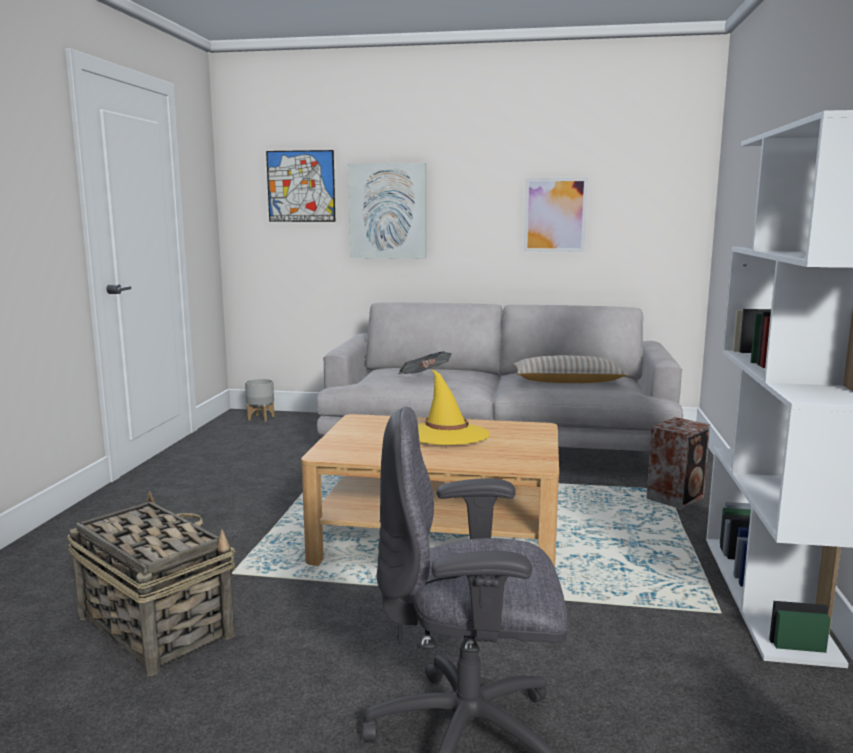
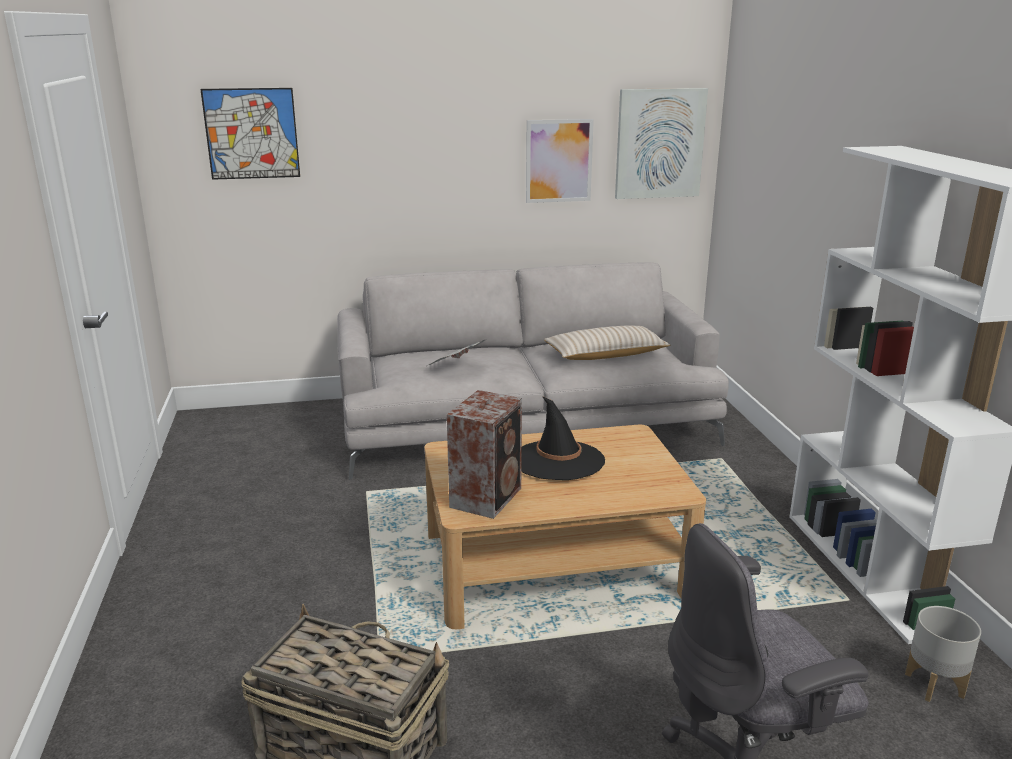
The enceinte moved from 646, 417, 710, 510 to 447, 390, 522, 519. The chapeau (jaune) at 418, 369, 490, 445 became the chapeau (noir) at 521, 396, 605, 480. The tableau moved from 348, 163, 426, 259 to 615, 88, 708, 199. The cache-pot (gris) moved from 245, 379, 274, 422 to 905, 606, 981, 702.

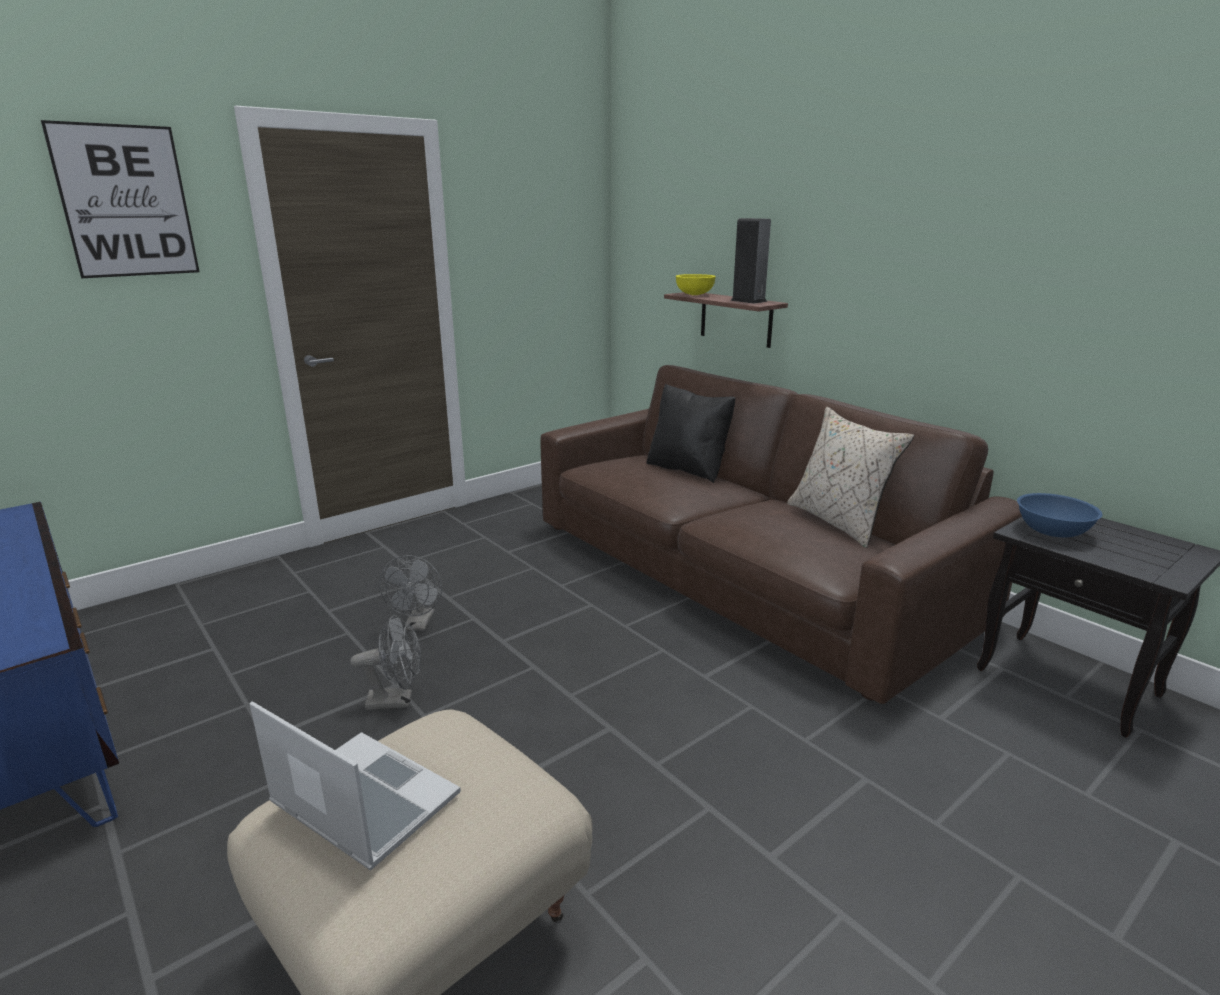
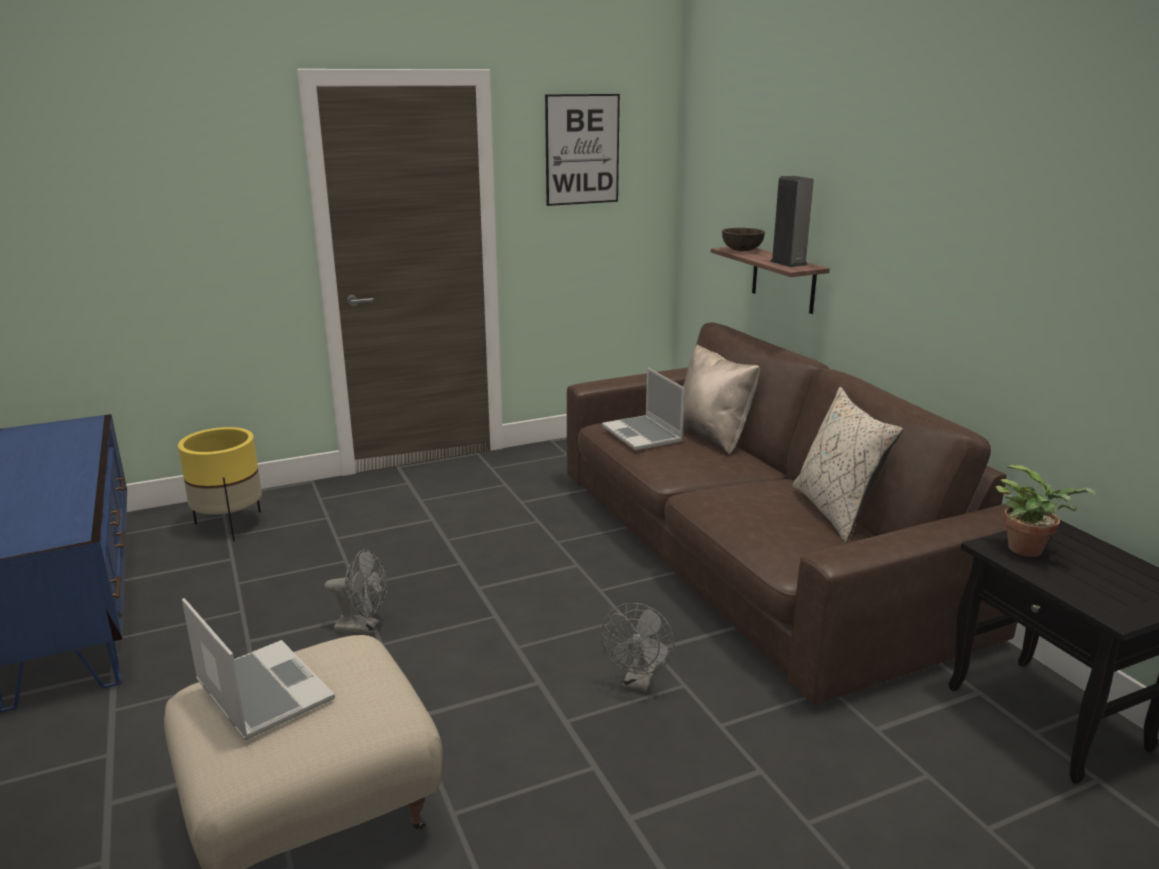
The cache-pot (jaune) at 178, 427, 262, 541 appeared. The tableau moved from 41, 120, 200, 278 to 545, 94, 620, 206. The ventilateur (gris) moved from 379, 555, 442, 631 to 601, 603, 674, 692. The ordinateur portable at 602, 367, 685, 451 appeared. The coussin (noir) at 646, 384, 736, 483 became the coussin (beige) at 683, 344, 760, 455. The bol (jaune) at 676, 274, 716, 295 became the bol (marron) at 722, 228, 765, 251. The bol (bleu) at 1017, 493, 1103, 538 was replaced by the plante en pot at 996, 465, 1095, 557.

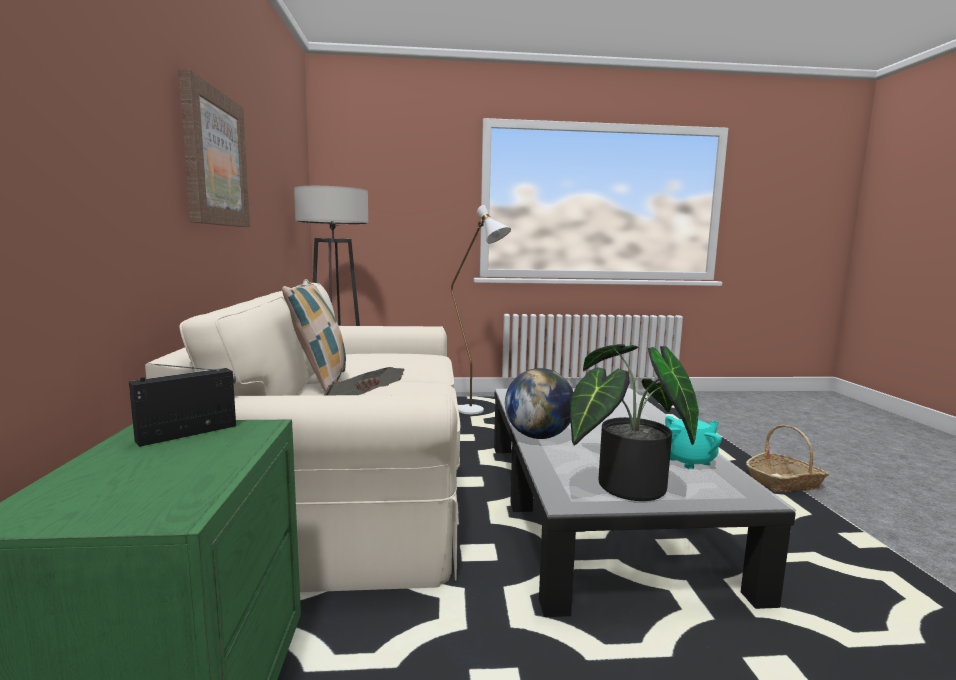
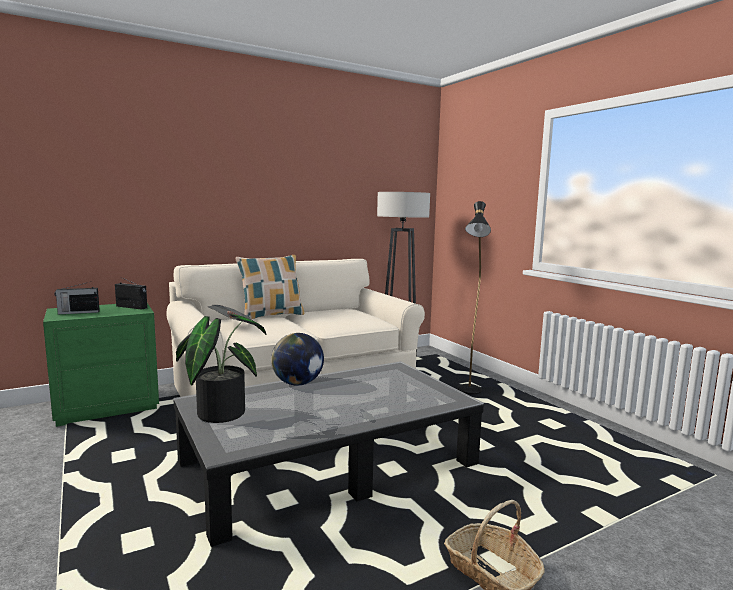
The radio at 54, 283, 100, 314 appeared. The lampadaire (blanc) at 451, 205, 511, 414 became the lampadaire (noir) at 457, 201, 491, 395. The tableau at 178, 69, 250, 227 disappeared. The théière (turquoise) at 665, 416, 722, 469 disappeared.

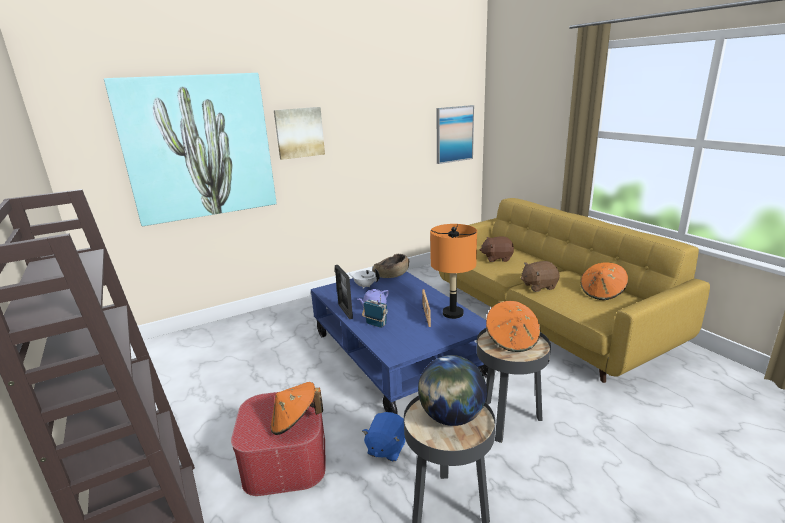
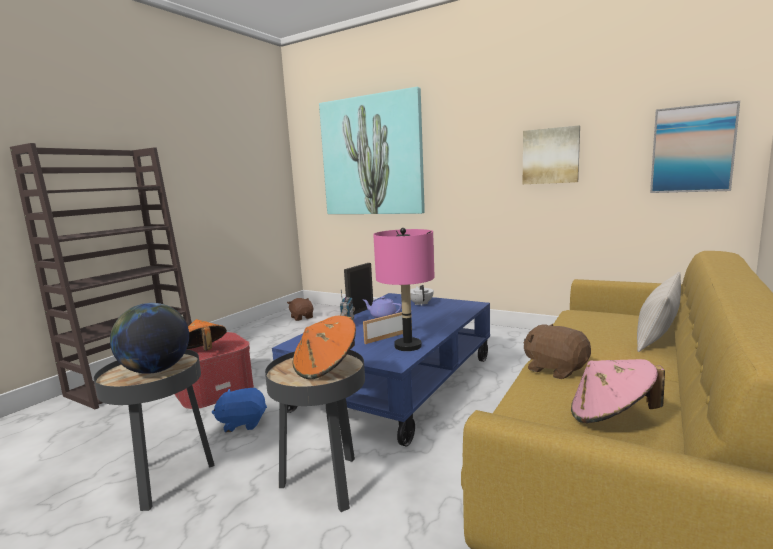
The peluche (marron) moved from 480, 237, 514, 262 to 287, 298, 313, 321. The lampe de table (orange) at 430, 224, 477, 319 became the lampe de table (rose) at 373, 228, 435, 351. The tableau moved from 274, 107, 325, 160 to 523, 125, 580, 184. The chapeau (orange) at 581, 262, 628, 300 became the chapeau (rose) at 571, 359, 665, 423. The coussin (beige) at 637, 272, 681, 352 appeared. The bol (marron) at 372, 254, 409, 278 disappeared.

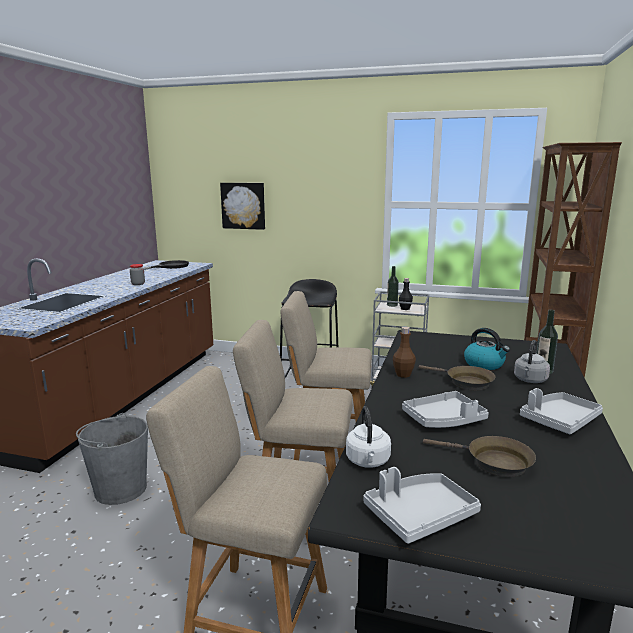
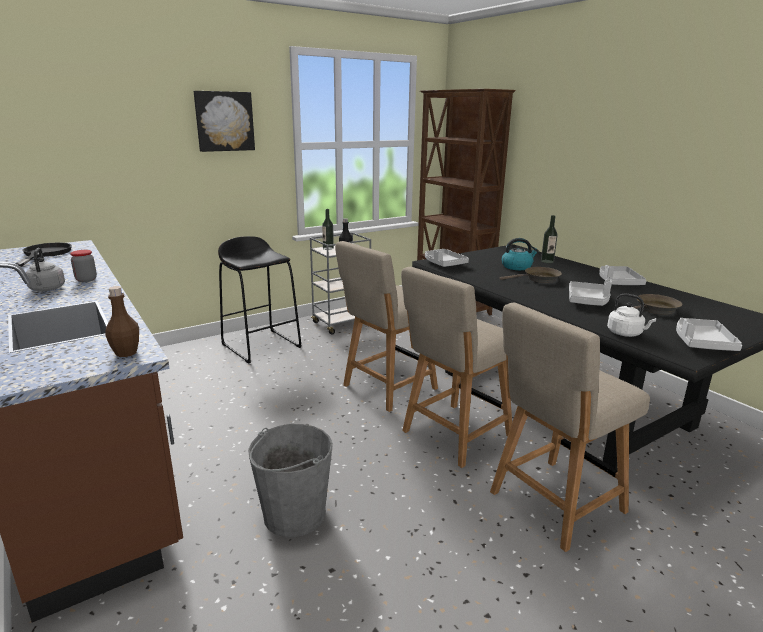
The bouilloire (gris) moved from 514, 340, 550, 383 to 25, 248, 65, 291. The bouteille (marron) moved from 393, 327, 416, 378 to 106, 286, 139, 357. The tableau moved from 220, 183, 265, 230 to 194, 91, 255, 152. The plateau (gris) at 425, 249, 469, 267 appeared.

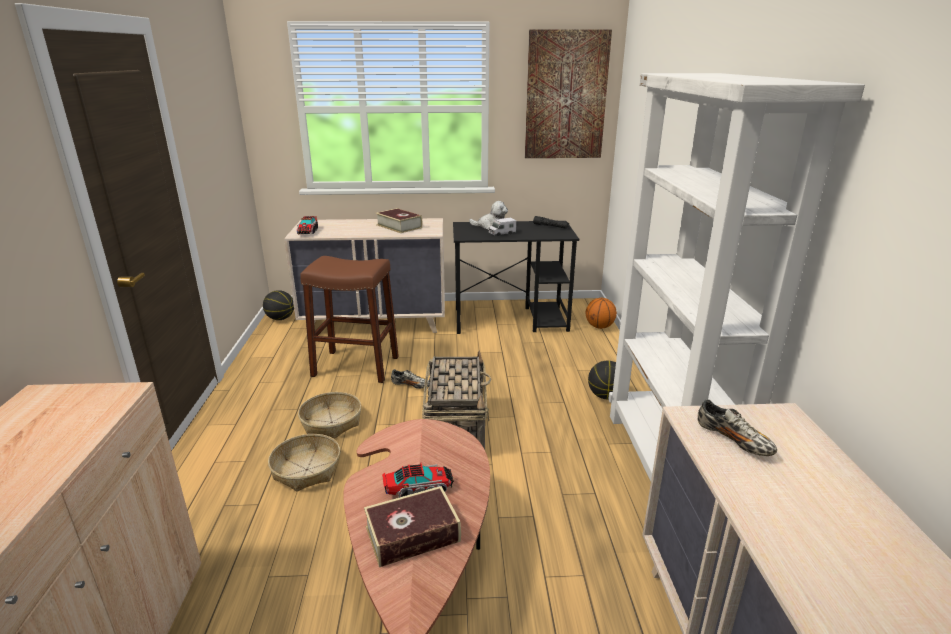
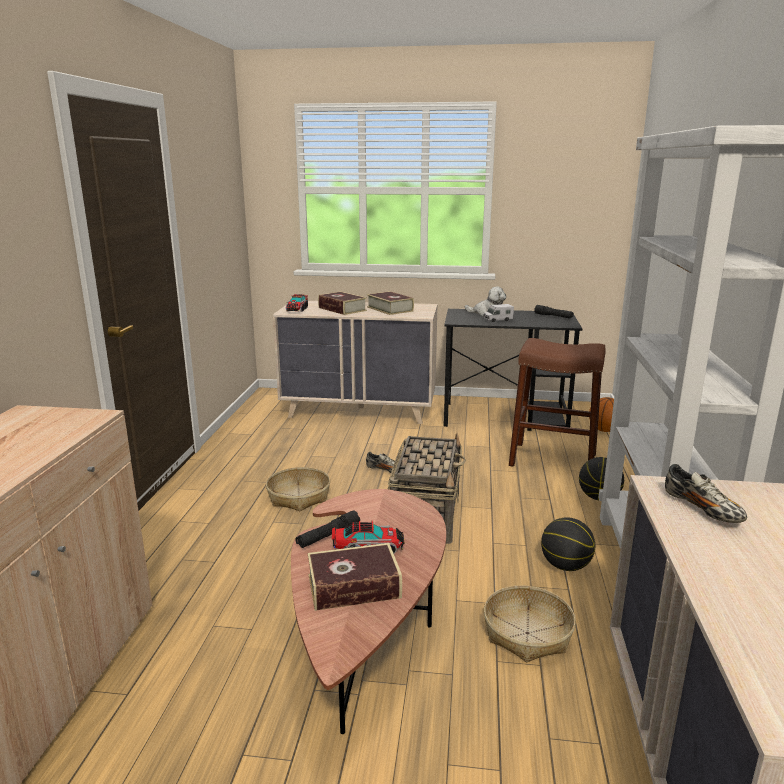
The lampe de poche (noir) at 295, 510, 360, 548 appeared. The livre at 318, 292, 367, 315 appeared. The panier moved from 268, 434, 340, 492 to 484, 585, 576, 662. The tabouret (marron) moved from 300, 256, 399, 383 to 509, 338, 606, 467. The ballon de basket moved from 263, 290, 294, 320 to 541, 517, 595, 571. The tableau at 525, 29, 612, 158 disappeared.

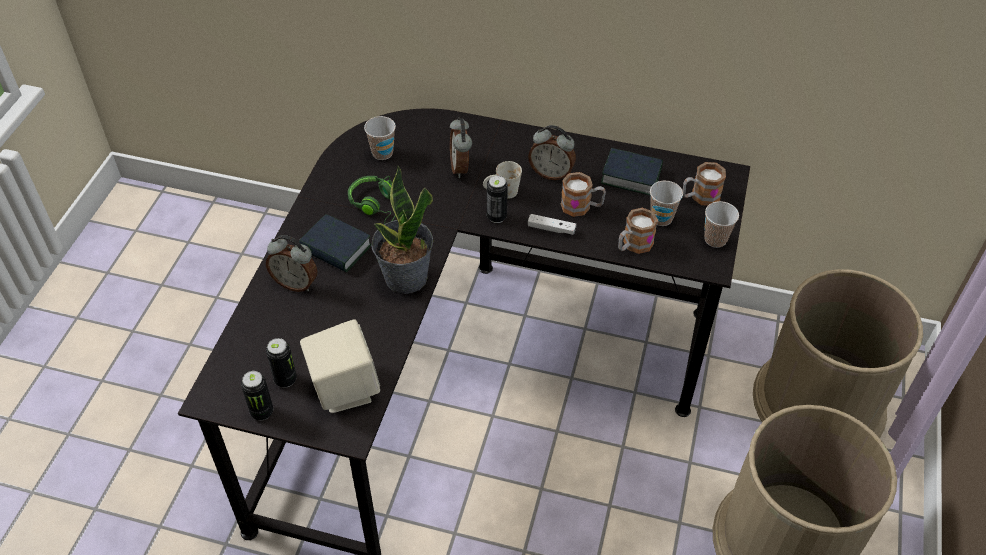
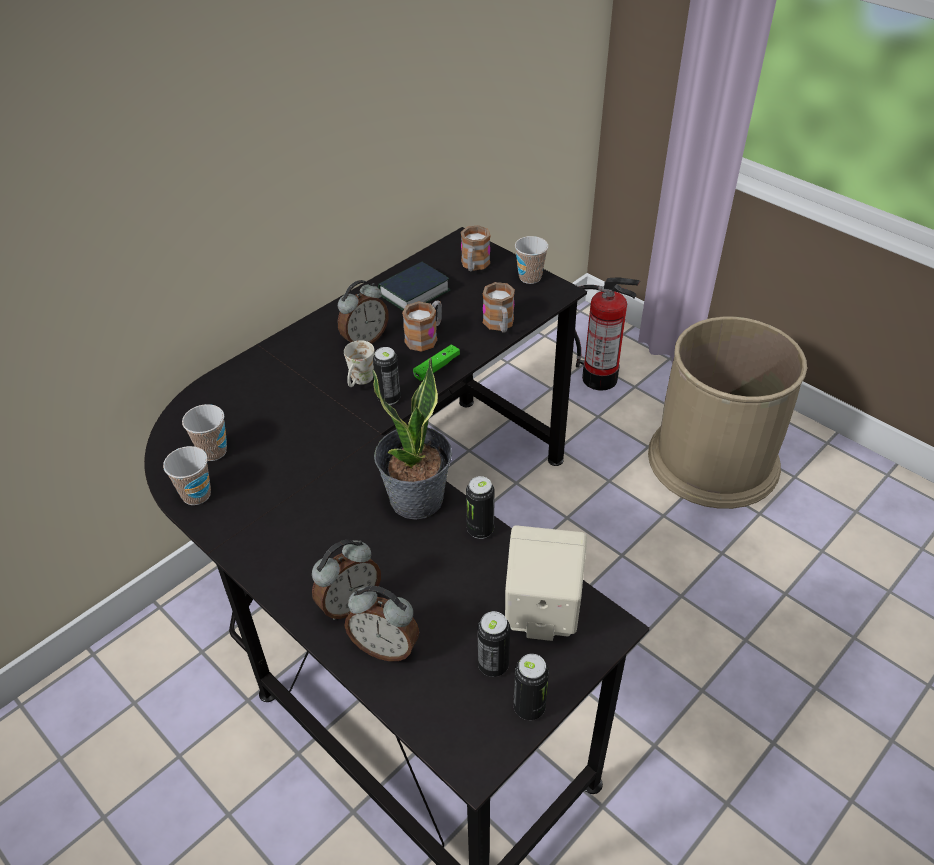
The tasse moved from 650, 181, 683, 226 to 163, 446, 211, 505. The réveil moved from 450, 117, 472, 178 to 345, 586, 419, 661. The manette (blanc) at 528, 214, 576, 235 became the manette (vert) at 413, 344, 460, 381. The boîte métallique at 466, 476, 495, 539 appeared. The poubelle (marron) at 753, 269, 923, 438 was replaced by the extincteur at 574, 277, 640, 391. The livre at 299, 214, 371, 273 disappeared. The casque audio (vert) at 348, 176, 396, 224 disappeared.

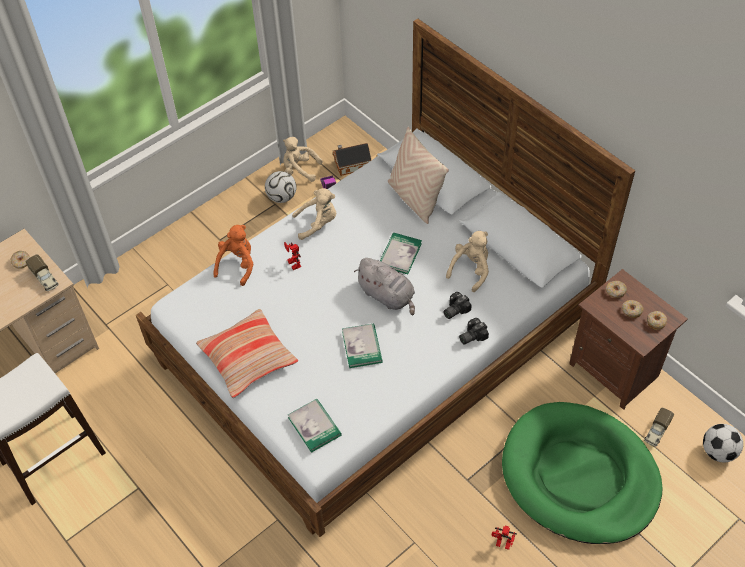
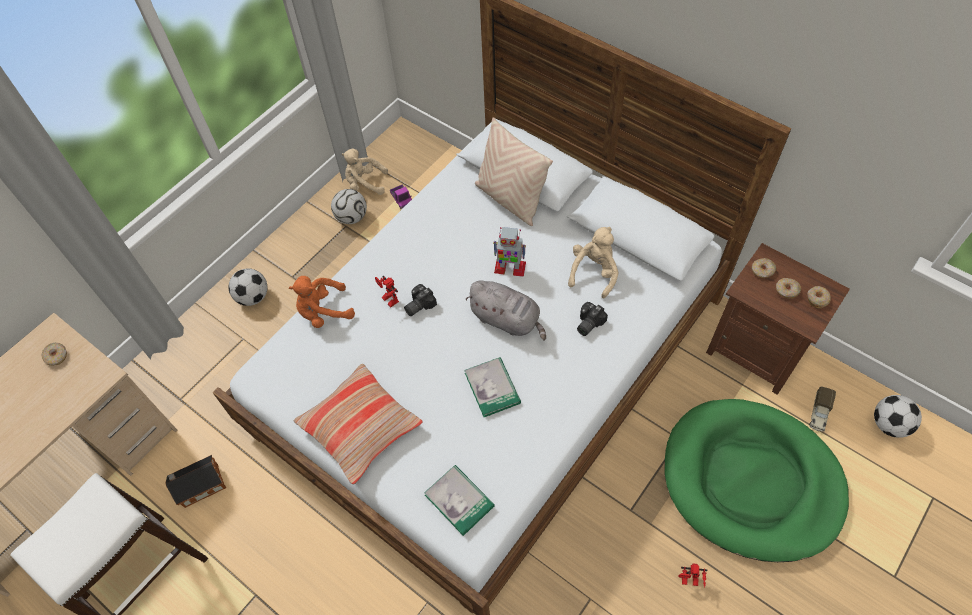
The maison miniature moved from 333, 143, 371, 176 to 165, 455, 226, 508. The ballon de foot at 229, 269, 267, 306 appeared. The peluche (orange) at 213, 225, 253, 286 turned 120 degrees counterclockwise. The appareil photo moved from 459, 318, 489, 344 to 404, 284, 437, 316. The livre at 380, 232, 422, 274 was replaced by the robot jouet at 493, 227, 526, 277. The camion jouet at 26, 254, 59, 291 disappeared. The peluche (beige) at 292, 188, 336, 240 disappeared.

